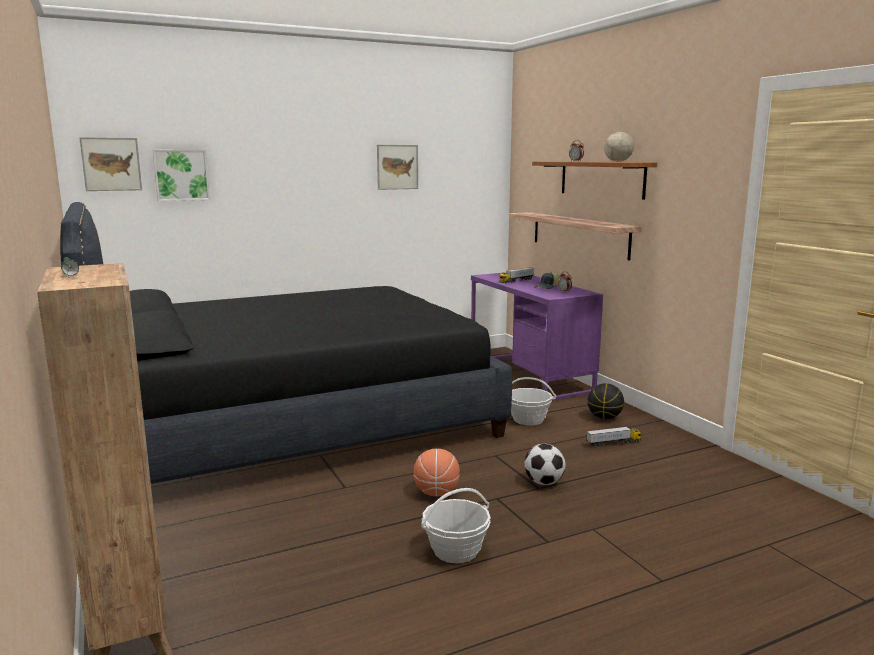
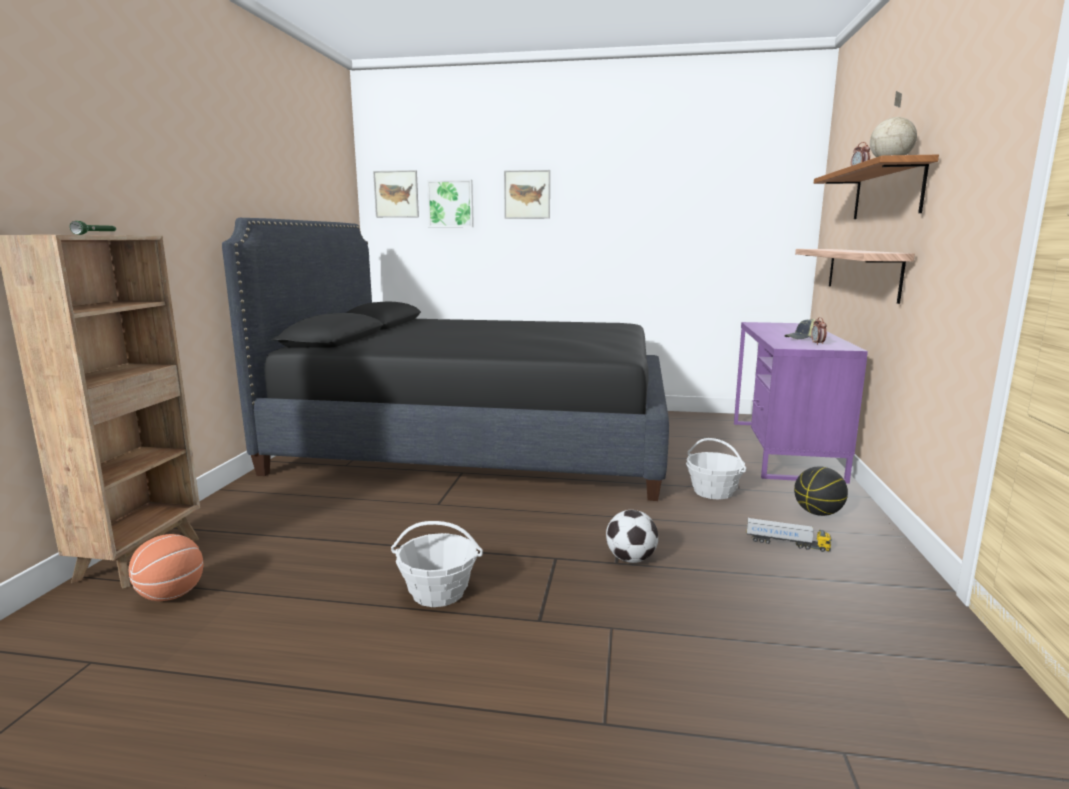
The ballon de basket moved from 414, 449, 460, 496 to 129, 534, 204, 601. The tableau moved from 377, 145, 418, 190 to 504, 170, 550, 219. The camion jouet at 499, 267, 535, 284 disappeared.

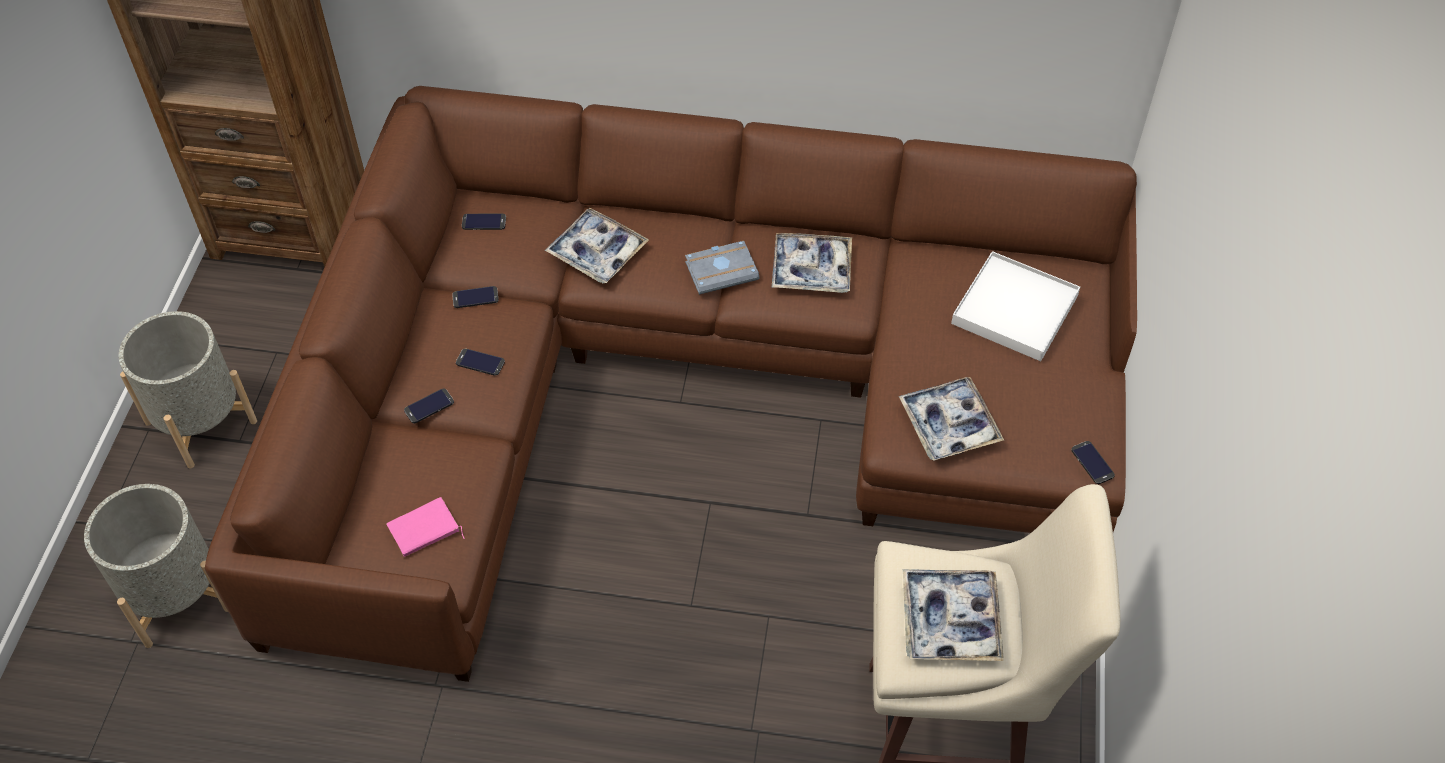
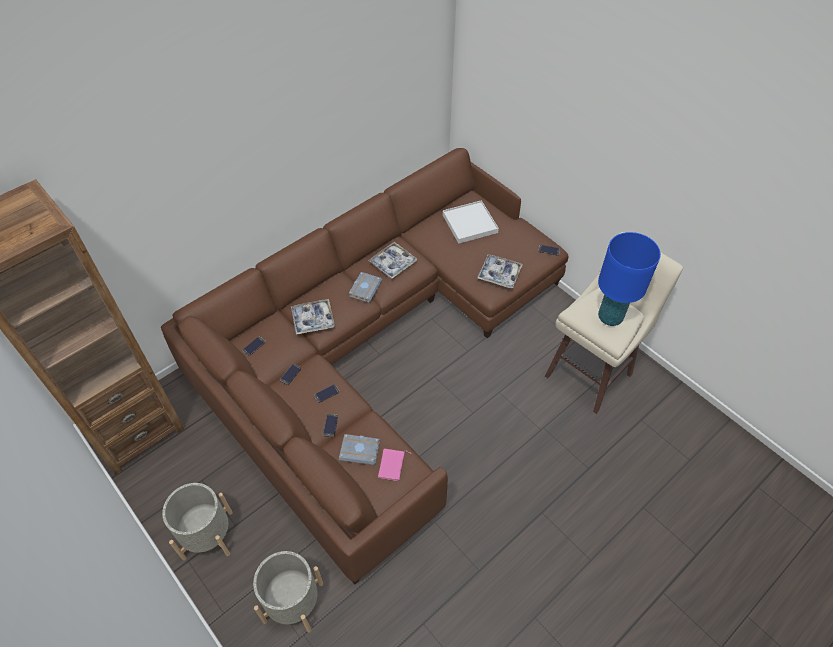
The livre (gris) at 339, 434, 380, 465 appeared. The plateau at 903, 569, 1004, 661 was replaced by the lampe de table (bleu) at 598, 232, 661, 326.

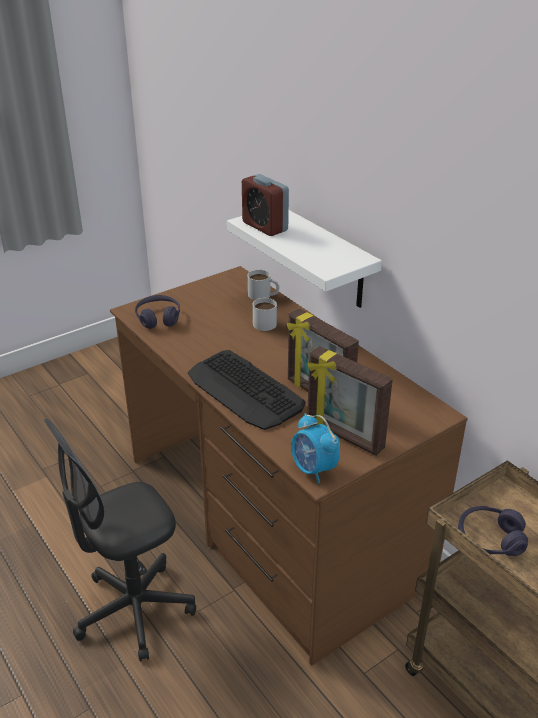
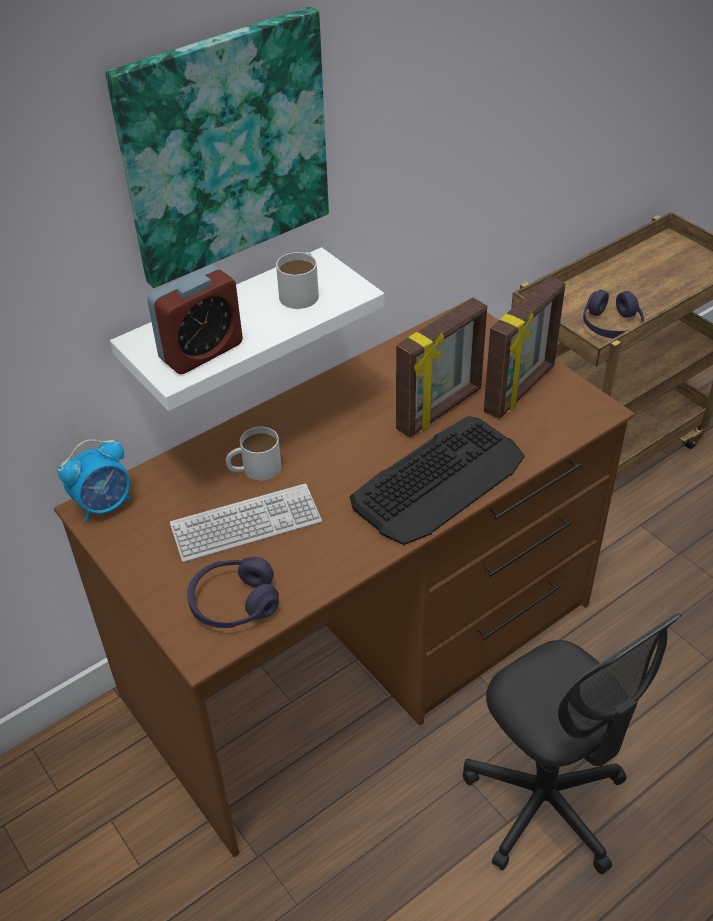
The réveil moved from 291, 413, 340, 484 to 58, 439, 131, 523. The tableau at 105, 7, 329, 288 appeared. The clavier at 170, 484, 322, 562 appeared. The mug (blanc) moved from 248, 270, 279, 300 to 276, 252, 319, 309.

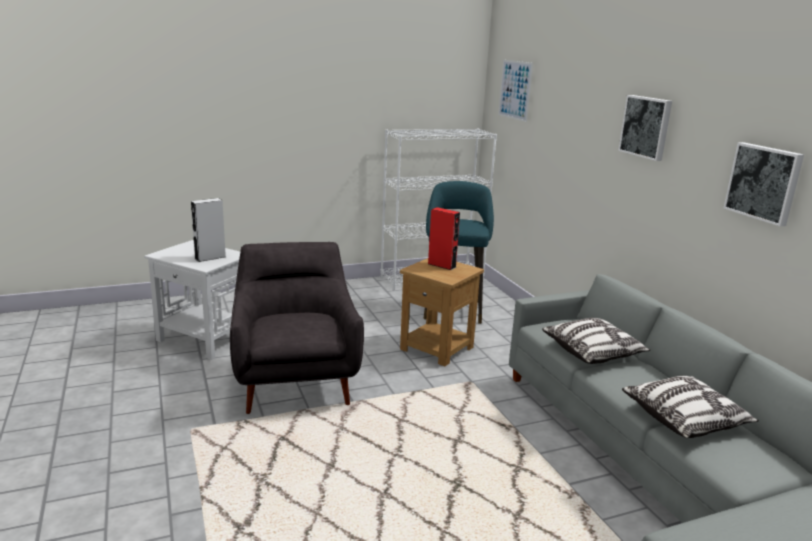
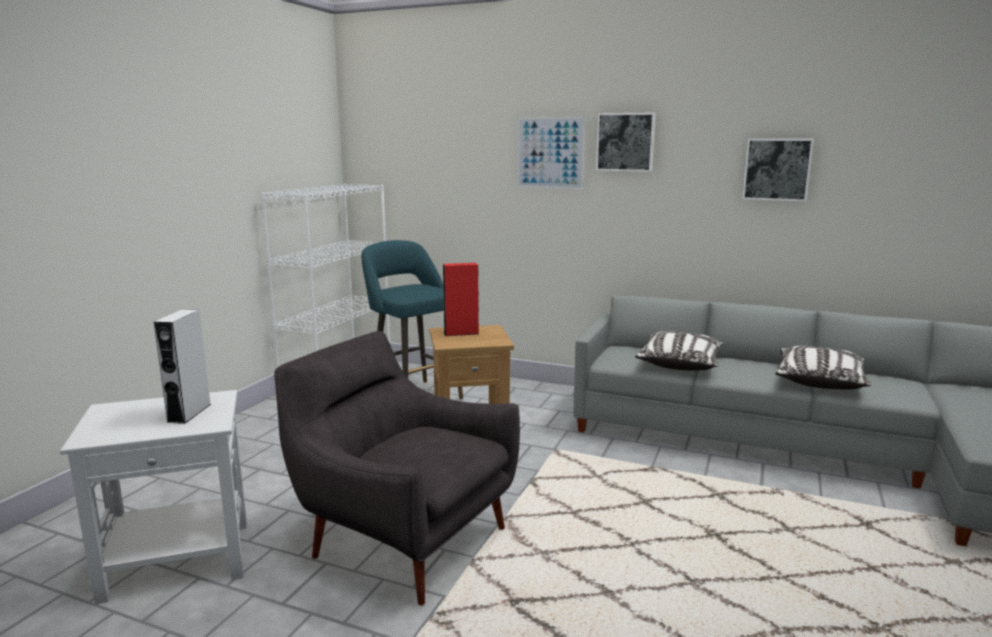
The tableau moved from 498, 60, 533, 122 to 517, 116, 585, 190.

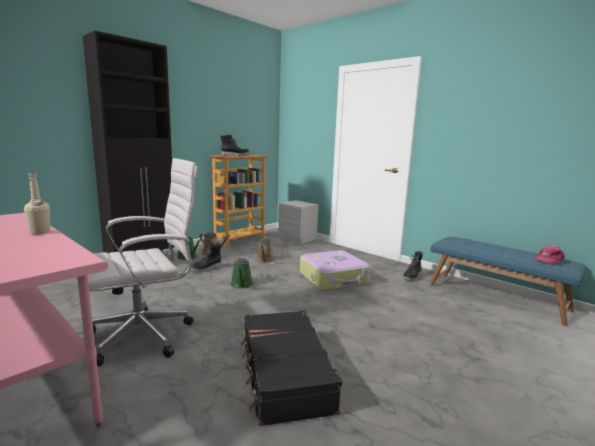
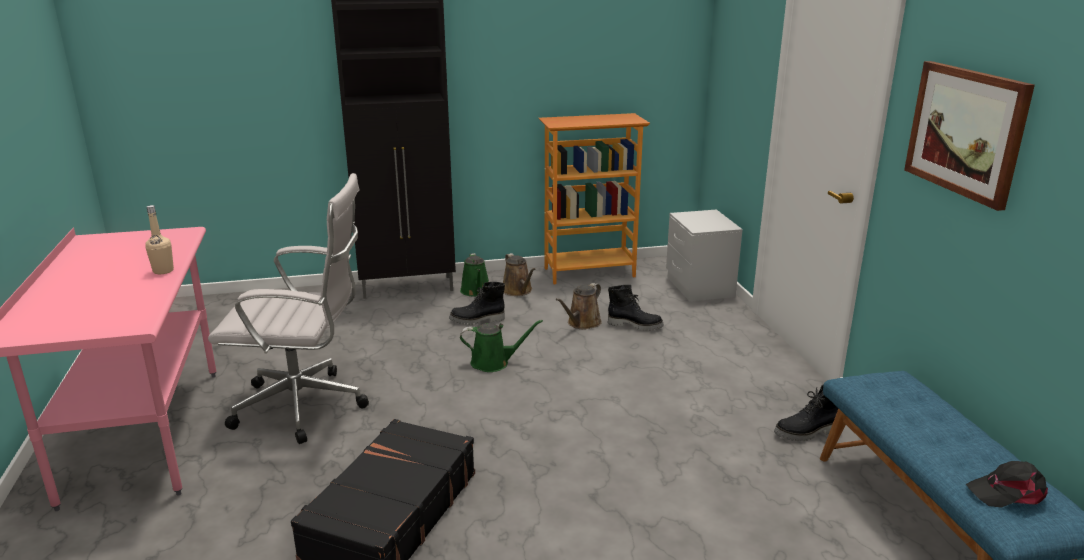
The arrosoir (vert) at 230, 257, 253, 288 turned 120 degrees counterclockwise. The botte (noir) moved from 221, 134, 250, 156 to 608, 285, 664, 331. The tableau at 904, 61, 1035, 211 appeared. The casquette (rose) at 535, 245, 565, 265 became the casquette (noir) at 966, 461, 1048, 508. The valise at 300, 250, 370, 291 disappeared.

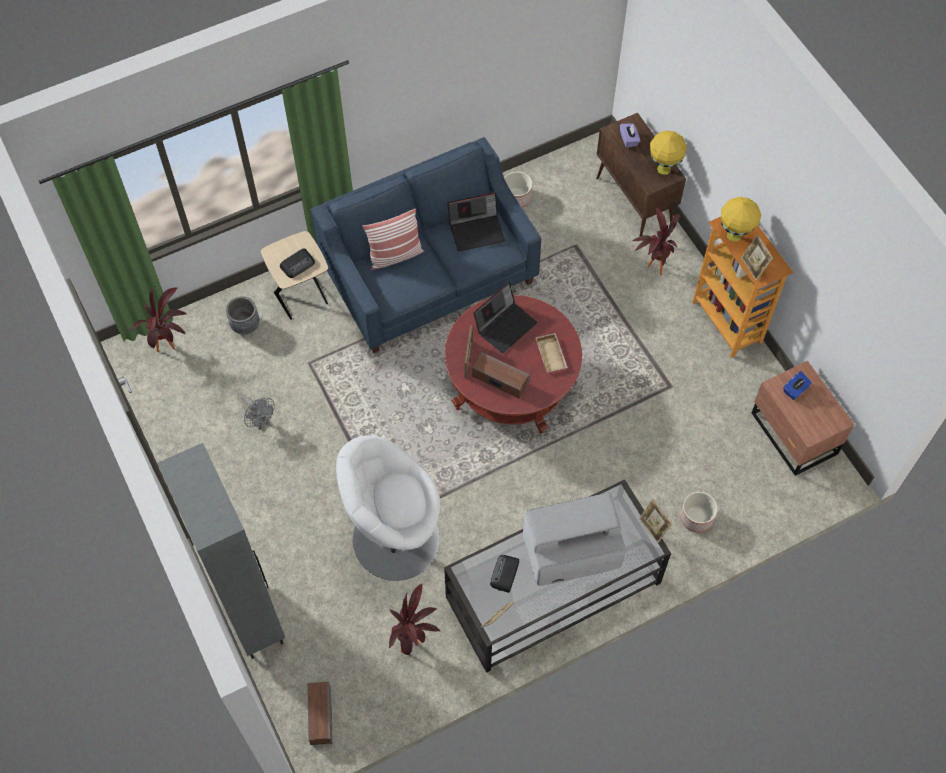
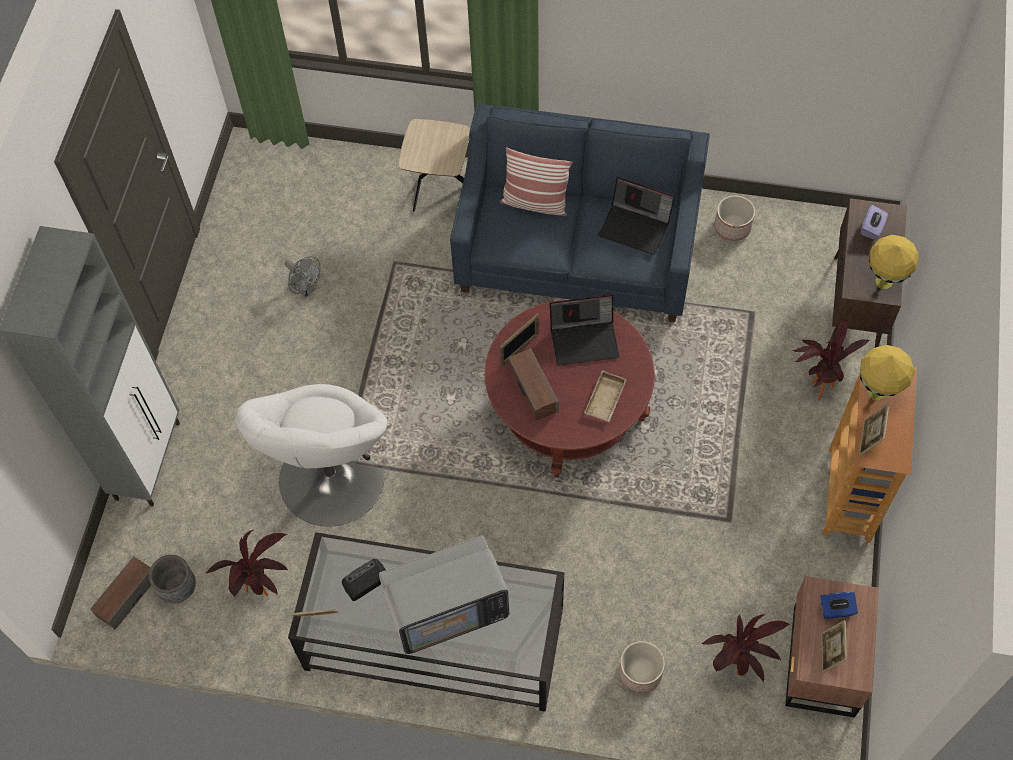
The cache-pot (gris) moved from 226, 296, 259, 334 to 149, 555, 196, 604. The fauteuil (blanc) at 336, 436, 440, 581 turned 105 degrees counterclockwise. The ventilateur (gris) at 244, 397, 275, 430 turned 45 degrees counterclockwise. The téléviseur at 523, 493, 626, 586 turned 135 degrees clockwise. The plante en pot moved from 130, 286, 188, 352 to 702, 614, 790, 683. The cadre photo moved from 639, 499, 673, 543 to 821, 620, 847, 672. The radio at 280, 248, 315, 278 disappeared.

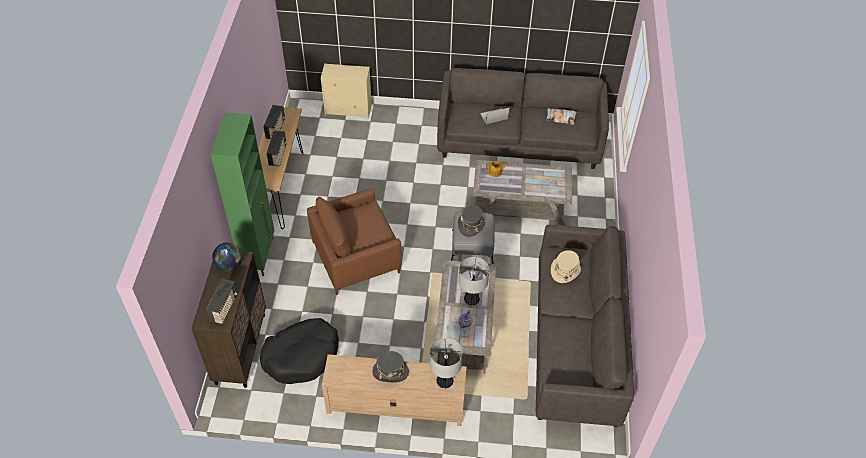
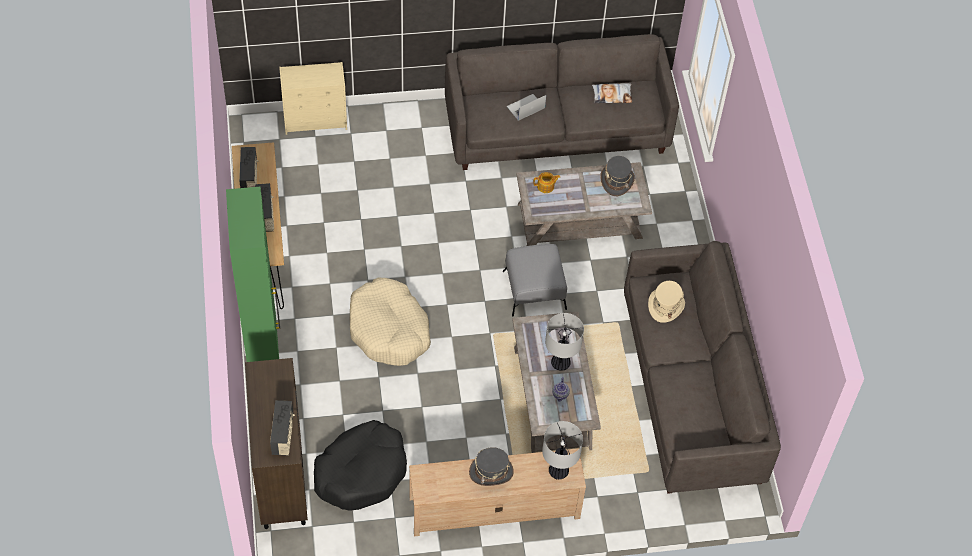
The fauteuil (marron) at 307, 188, 402, 295 was replaced by the panier pour chien (beige) at 350, 278, 431, 366. The chapeau (gris) moved from 458, 205, 485, 237 to 600, 156, 635, 196. The globe at 212, 242, 242, 271 disappeared.

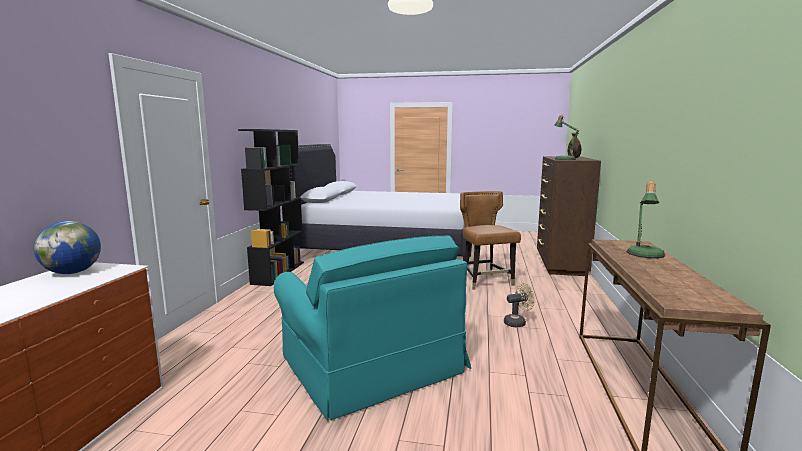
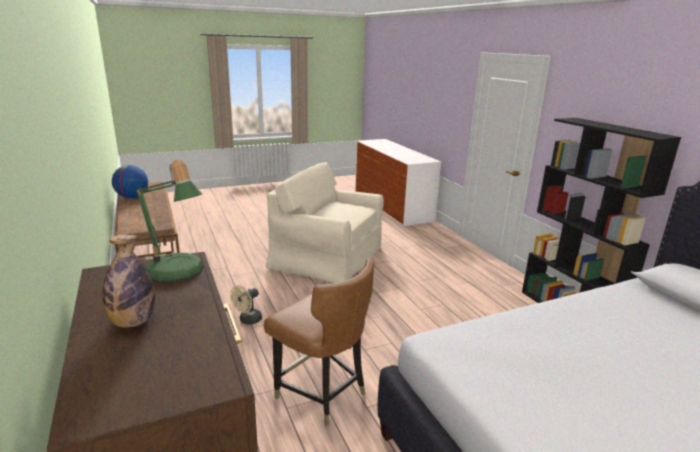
The globe moved from 34, 221, 101, 274 to 112, 165, 148, 198. The fauteuil (turquoise) at 274, 236, 471, 421 became the fauteuil (beige) at 266, 162, 384, 283. The lampe de table at 627, 181, 665, 259 disappeared.

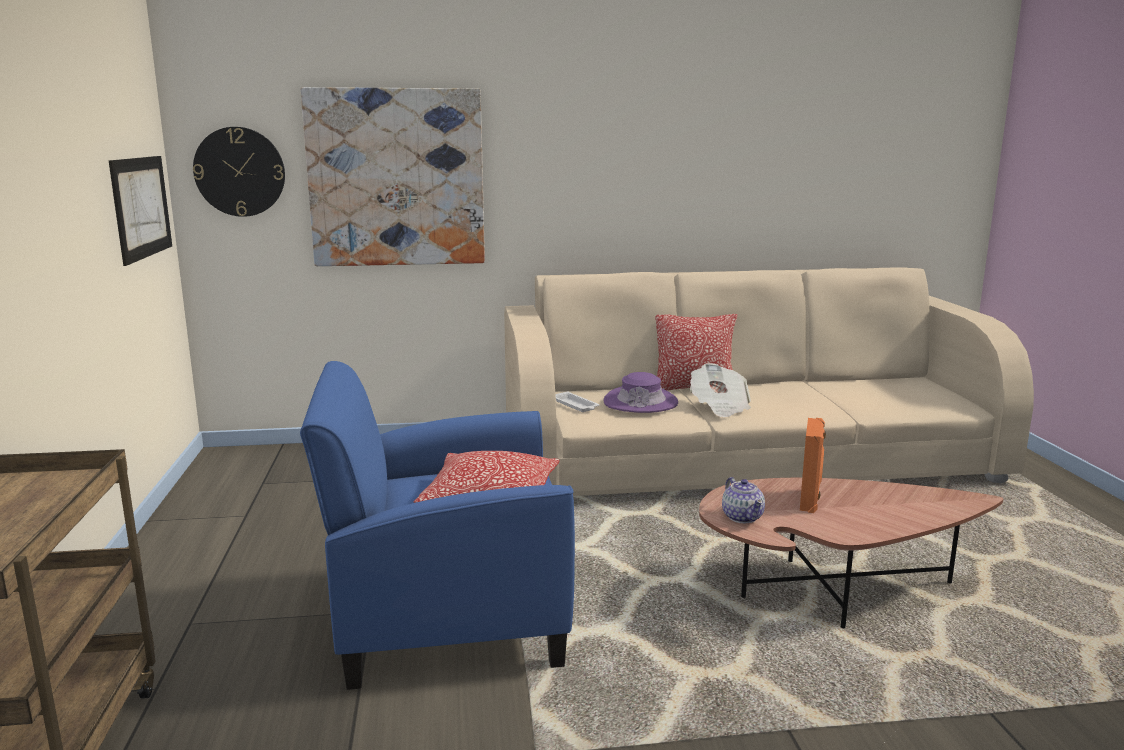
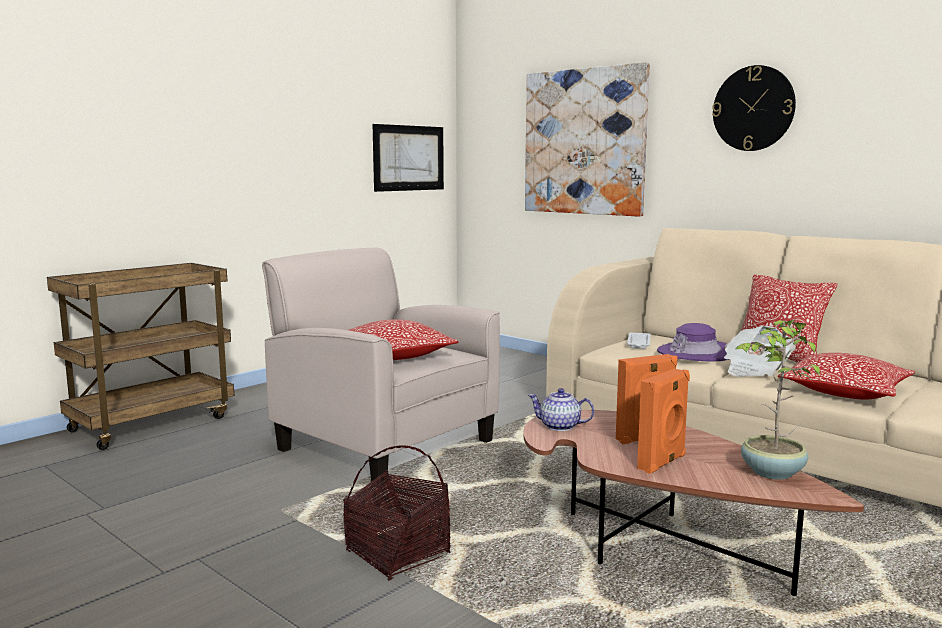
The fauteuil (bleu) at 300, 361, 575, 690 became the fauteuil (beige) at 262, 248, 500, 488. The panier at 343, 446, 450, 581 appeared. The théière at 722, 477, 765, 523 turned 75 degrees clockwise. The enceinte (orange) at 637, 369, 690, 474 appeared. The horloge murale moved from 193, 127, 285, 217 to 712, 65, 796, 151. The plante en pot at 735, 319, 820, 480 appeared. The coussin at 778, 353, 915, 400 appeared.

